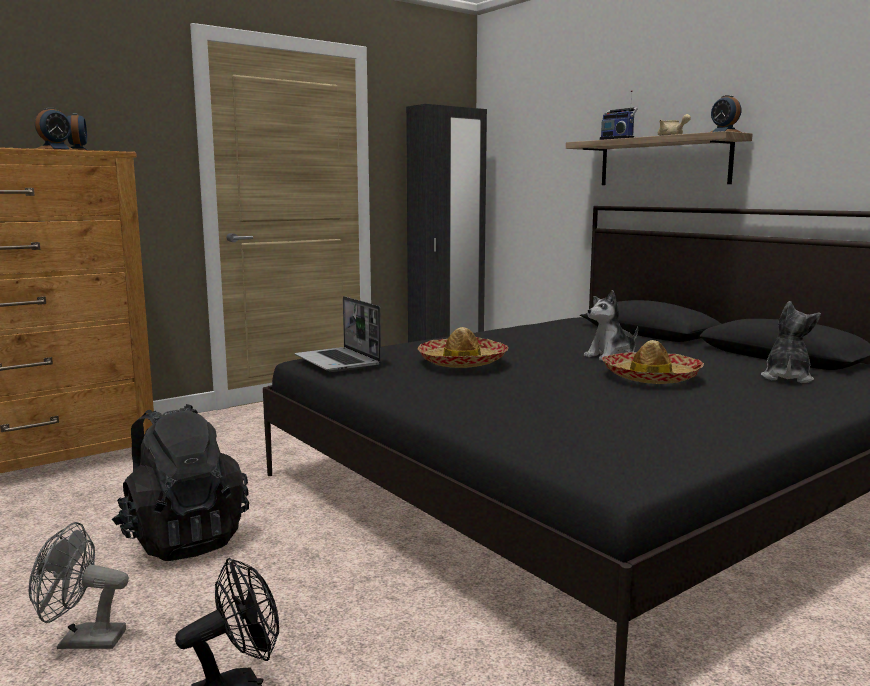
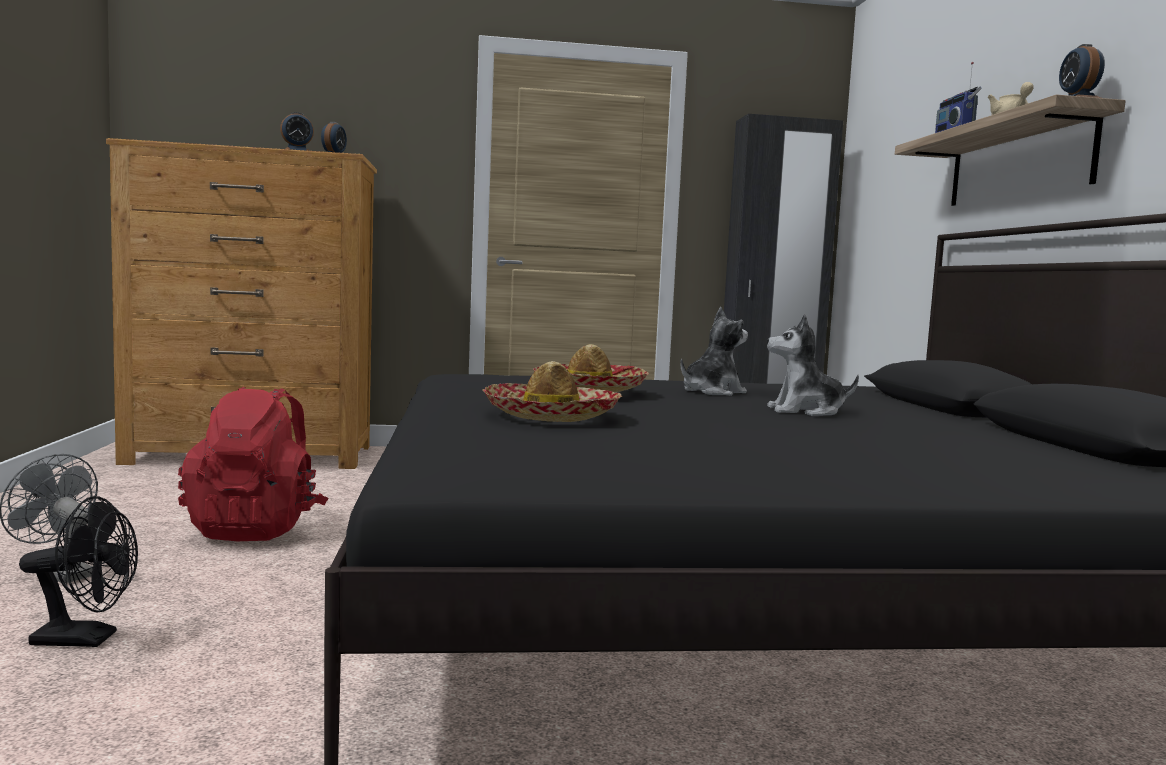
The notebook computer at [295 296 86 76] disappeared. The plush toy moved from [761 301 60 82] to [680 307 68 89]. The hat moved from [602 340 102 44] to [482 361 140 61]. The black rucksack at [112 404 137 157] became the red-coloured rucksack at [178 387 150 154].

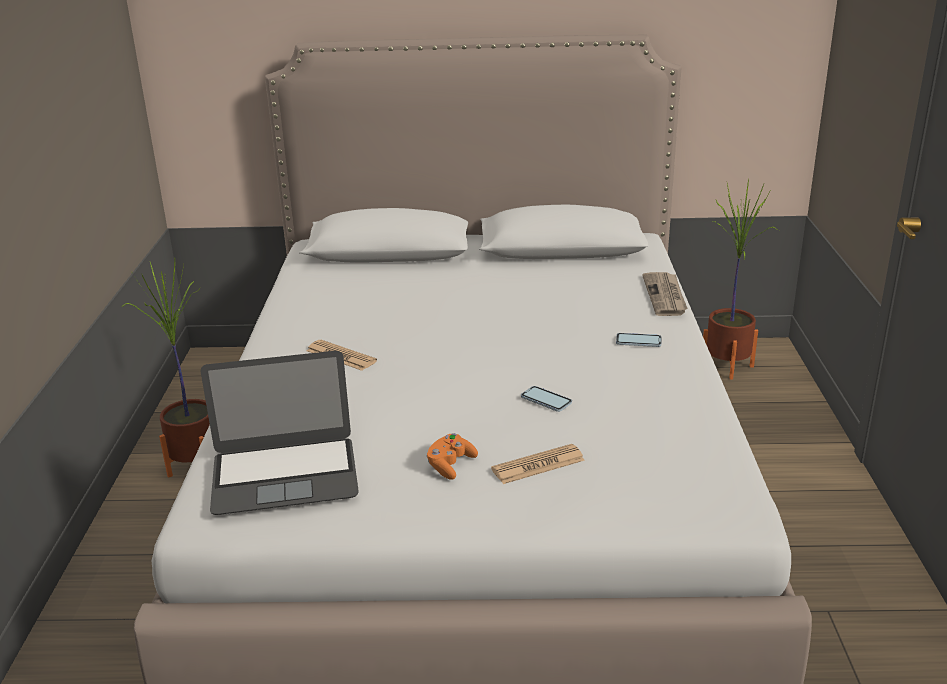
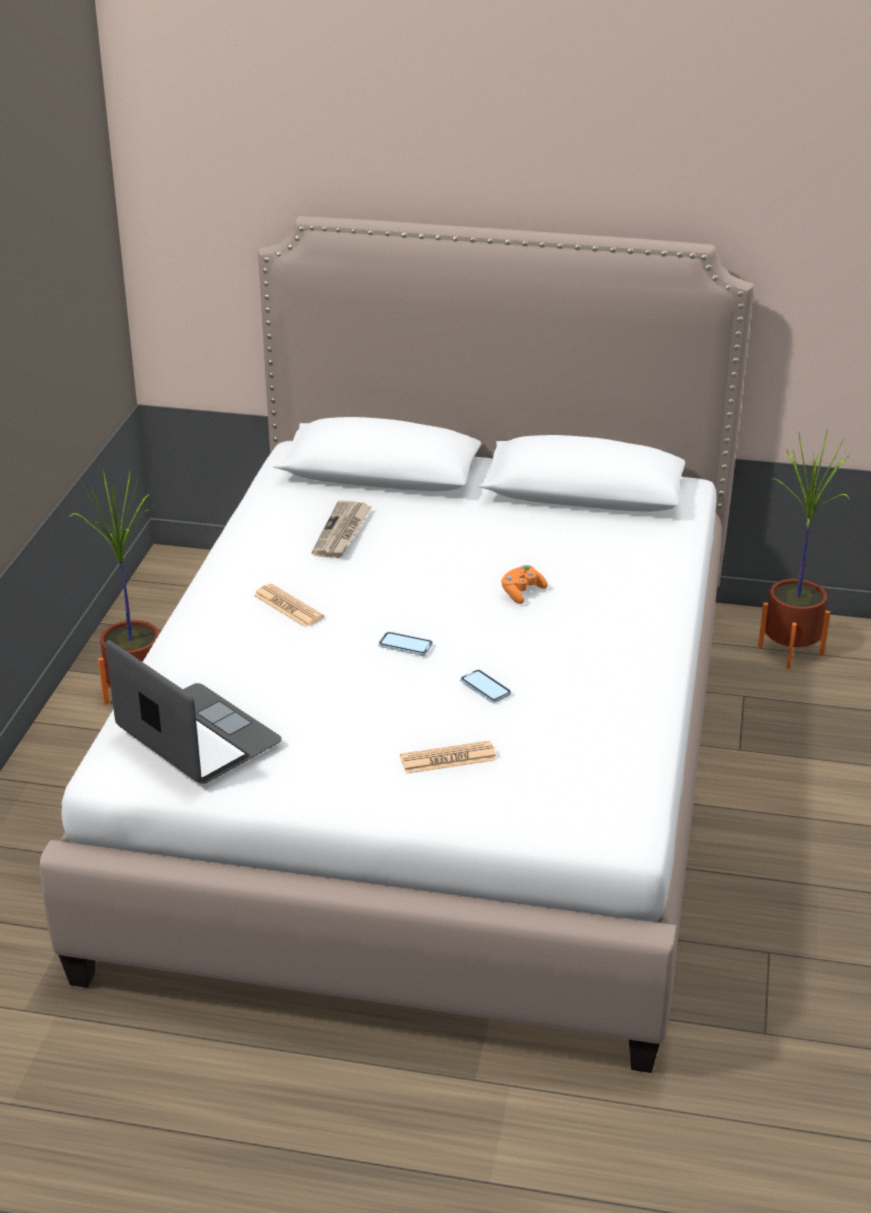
The printed paper moved from [642 272 46 44] to [312 501 60 57]. The handset moved from [616 333 45 14] to [379 632 54 24]. The notebook computer at [201 351 158 164] turned 135 degrees counterclockwise. The orange gamepad moved from [427 433 51 47] to [501 565 47 39].

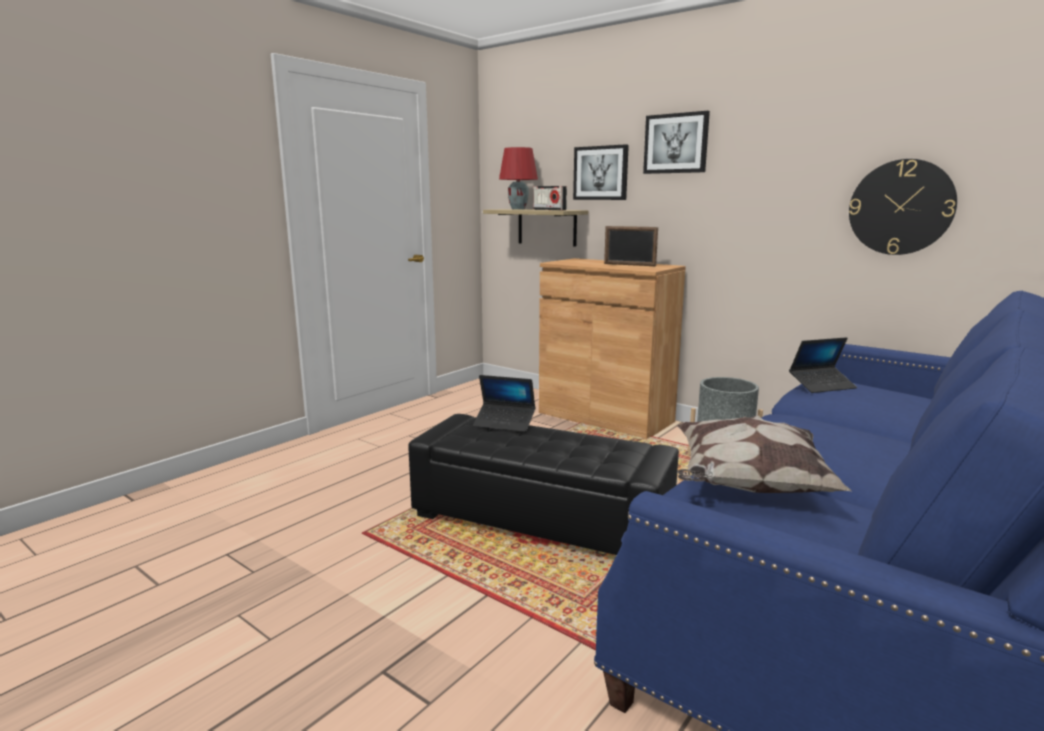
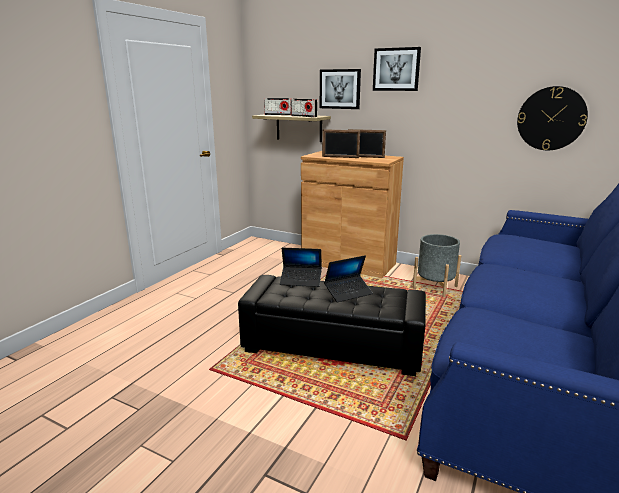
The red-coloured tabletop lamp at [499 147 39 62] was replaced by the radio receiver at [264 98 28 17]. The notebook computer moved from [789 337 68 56] to [324 255 49 48]. The pillow at [677 415 176 78] disappeared. The picture frame at [322 129 38 29] appeared.

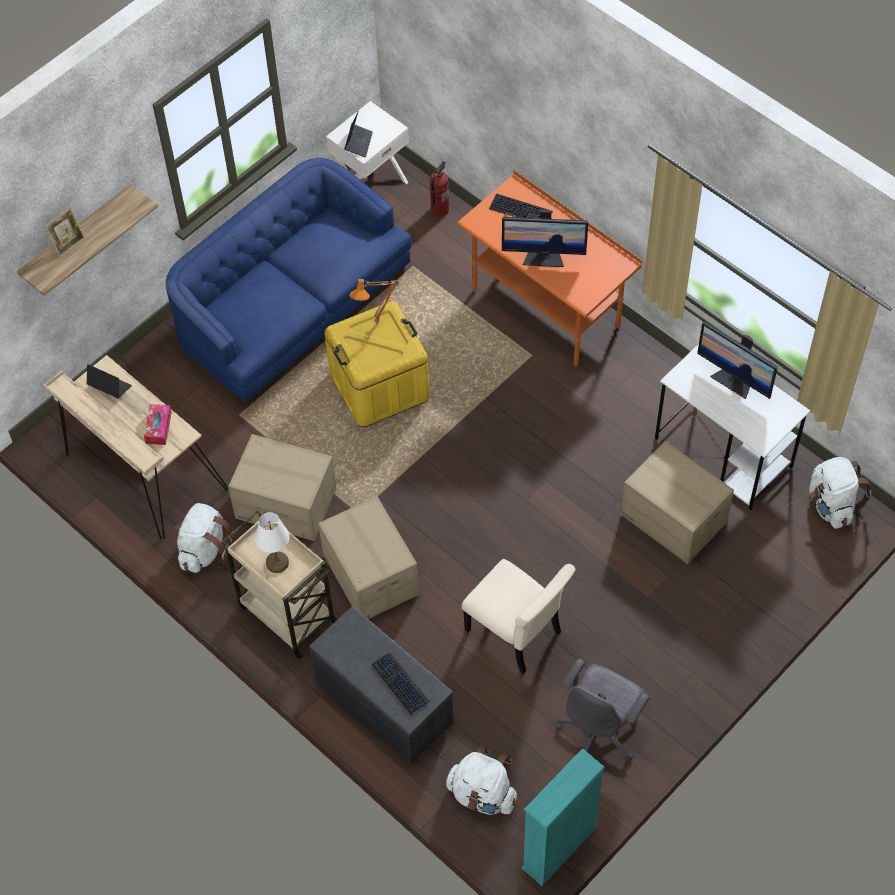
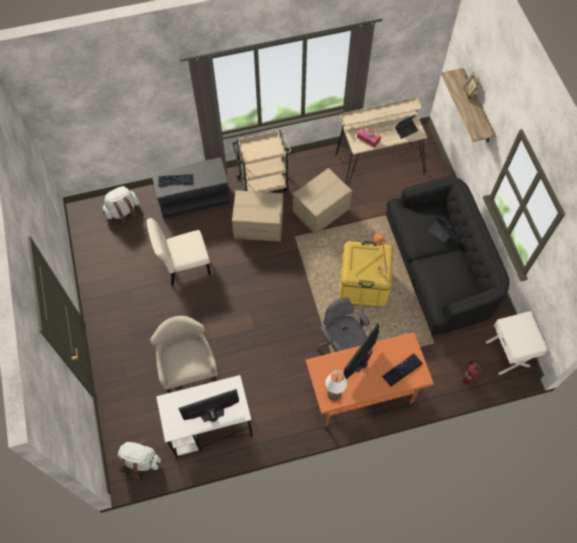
The notebook computer moved from [344 112 29 45] to [428 216 26 27]. The blue sofa at [166 158 246 248] became the black sofa at [386 177 123 159]. The packing box at [621 441 113 123] was replaced by the beige stool at [150 316 68 77]. The white rucksack at [175 503 62 70] disappeared. The white tabletop lamp moved from [255 512 34 61] to [325 370 22 30]. The gray desk chair moved from [556 658 94 104] to [318 297 52 55]. The blue-green shelving unit at [521 748 84 138] disappeared.

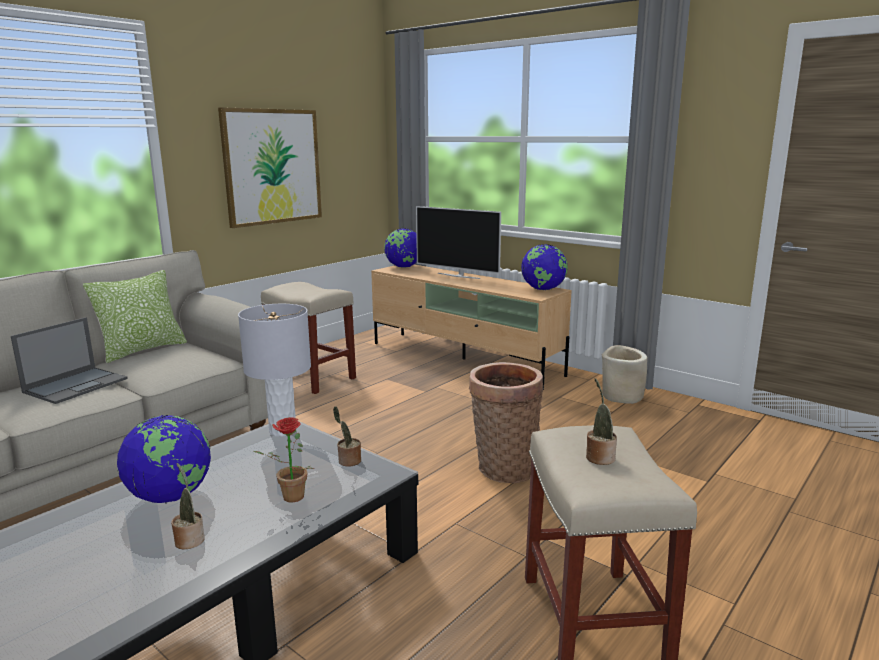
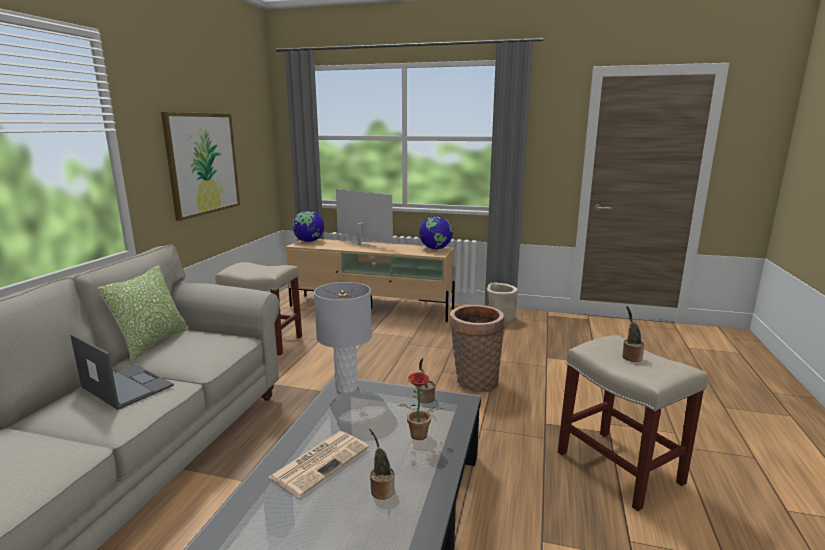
The television at [416 206 85 73] turned 150 degrees counterclockwise. The notebook computer at [11 317 117 87] turned 60 degrees counterclockwise. The globe at [117 415 94 89] was replaced by the printed paper at [269 431 100 66].

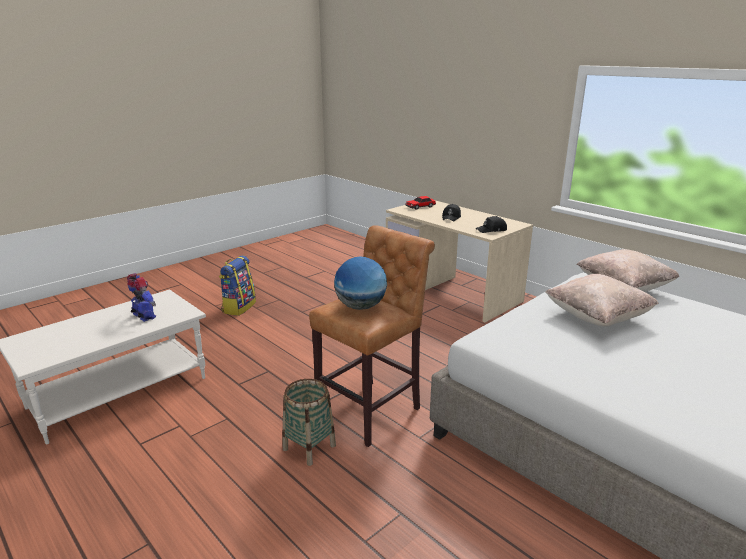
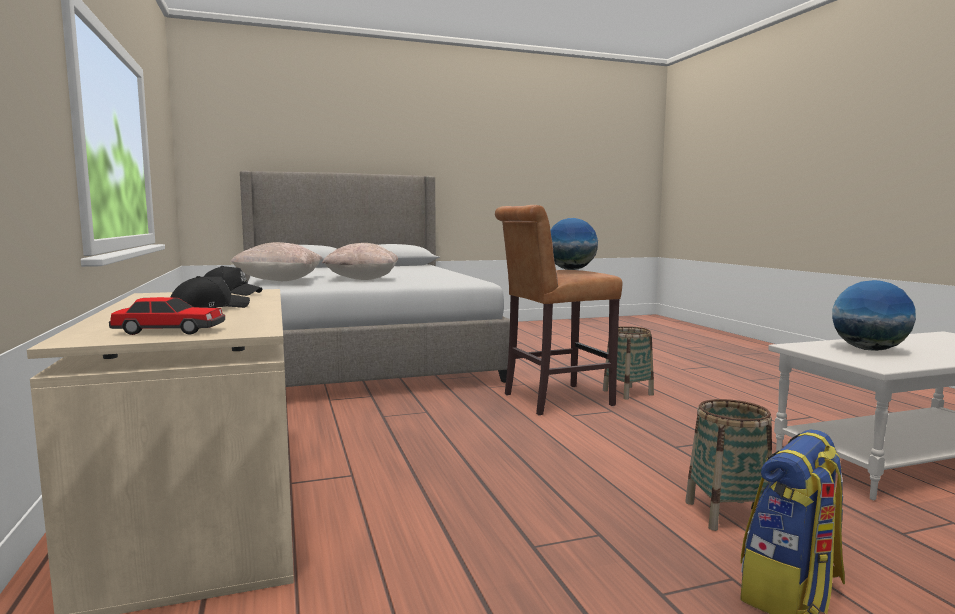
The robot figure at [127 273 29 49] was replaced by the globe at [832 280 84 71]. The basket at [685 399 87 132] appeared.

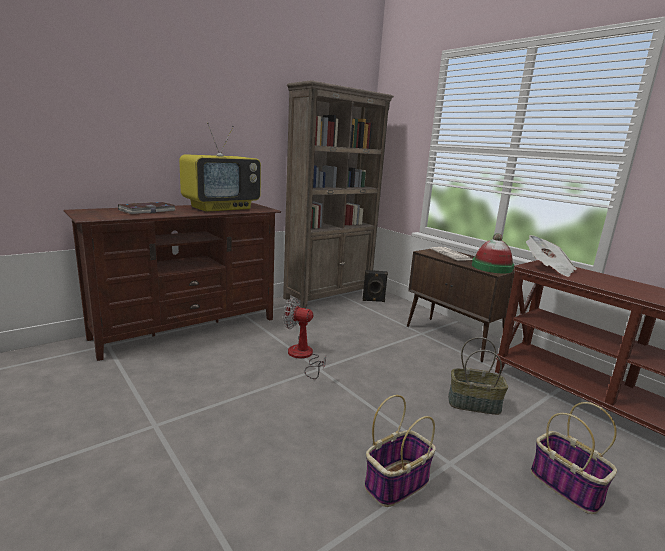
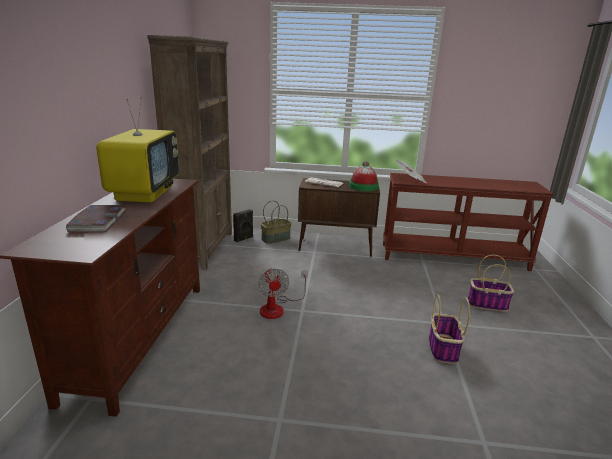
The cooling fan at [283 298 43 81] turned 75 degrees counterclockwise. The basket moved from [448 337 60 78] to [261 200 30 44].

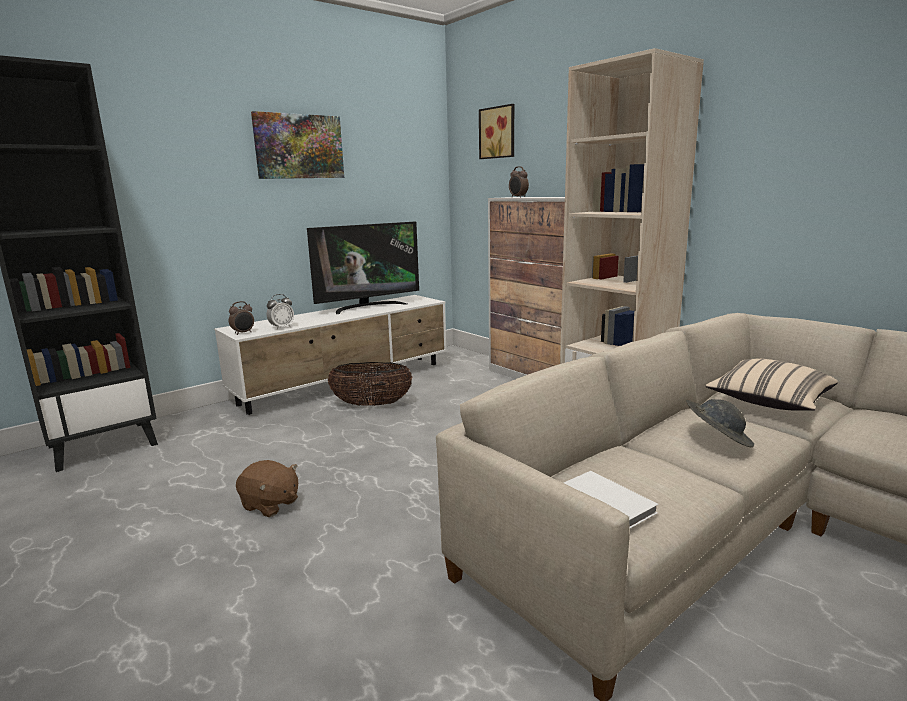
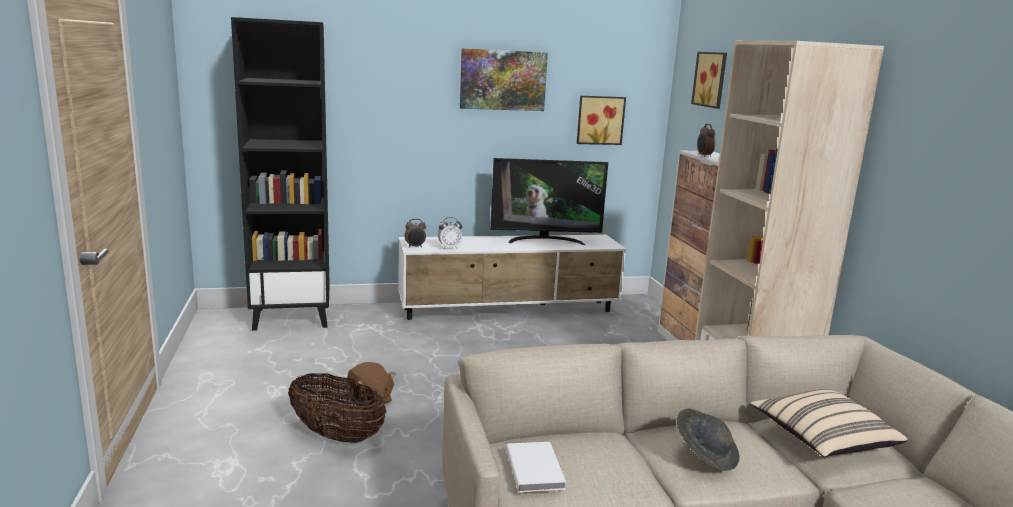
The basket moved from [328 362 85 44] to [288 373 98 70]. The wall picture at [577 96 49 49] appeared.

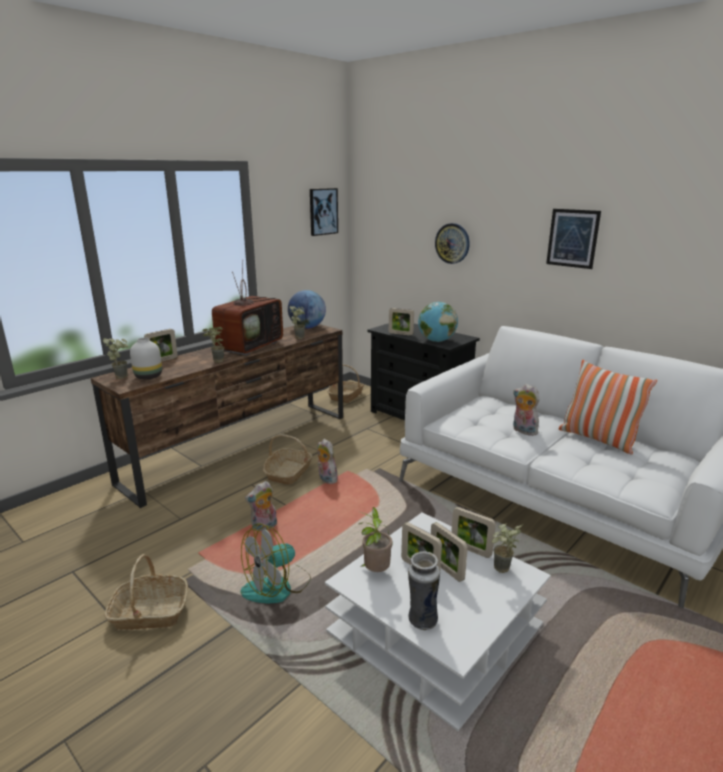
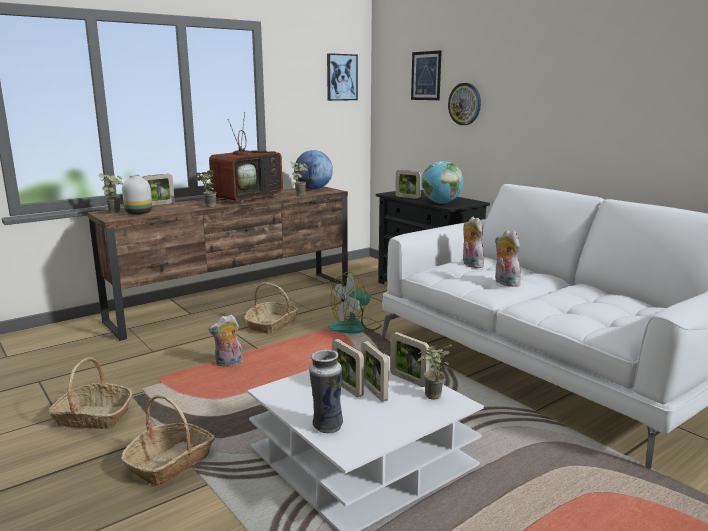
The wall picture moved from [546 209 55 60] to [411 50 31 50]. The pillow at [559 360 98 95] disappeared. The basket moved from [327 365 37 38] to [121 395 94 92]. The plush toy moved from [317 439 21 45] to [463 217 21 51]. The plant in a pot at [359 507 34 65] disappeared. The cooling fan moved from [240 523 71 81] to [328 272 53 62].

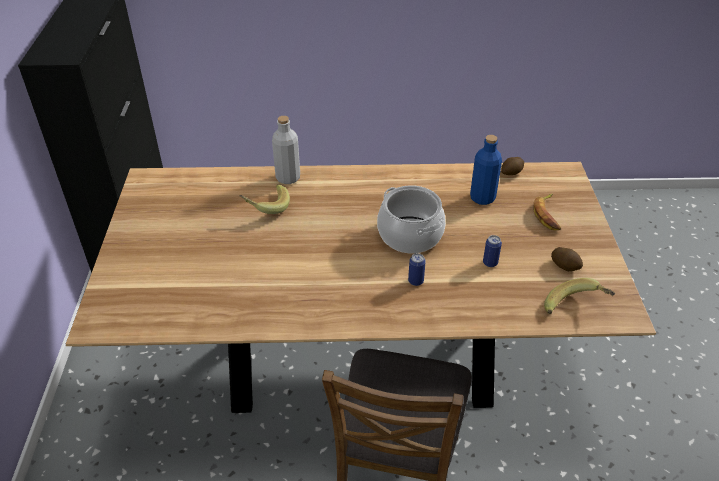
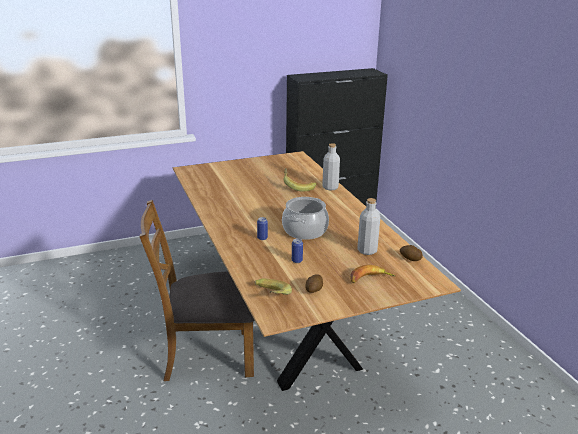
The blue drink bottle at [470 135 32 70] became the gray drink bottle at [357 198 23 57].

